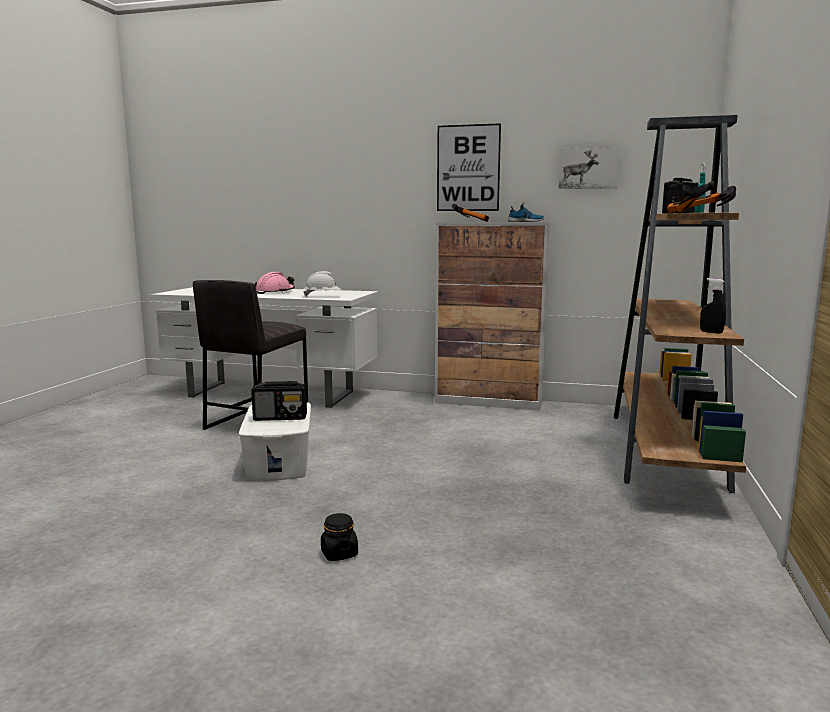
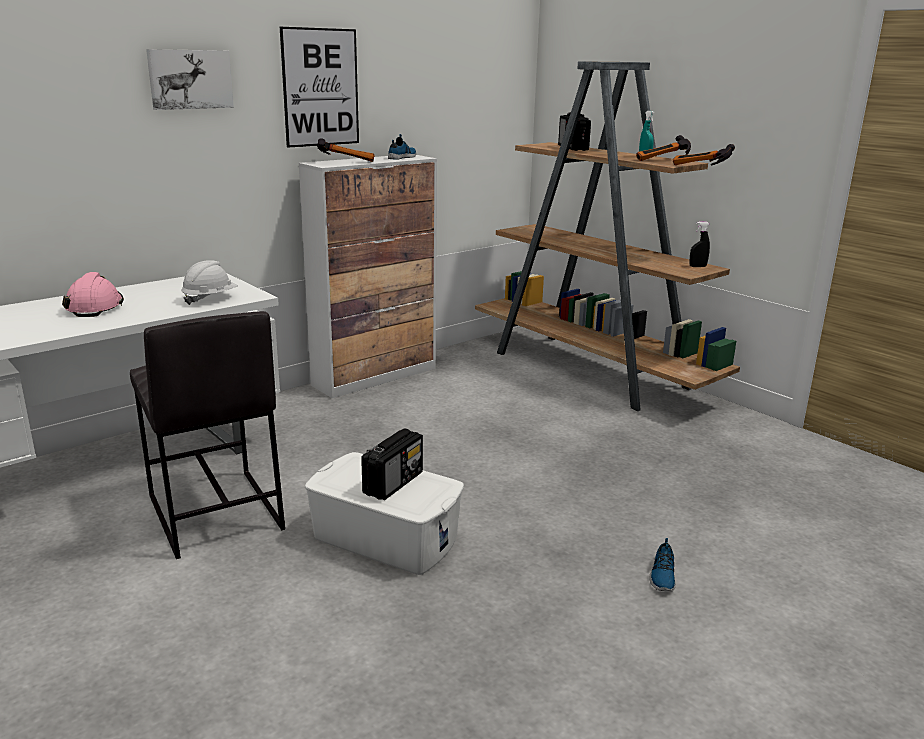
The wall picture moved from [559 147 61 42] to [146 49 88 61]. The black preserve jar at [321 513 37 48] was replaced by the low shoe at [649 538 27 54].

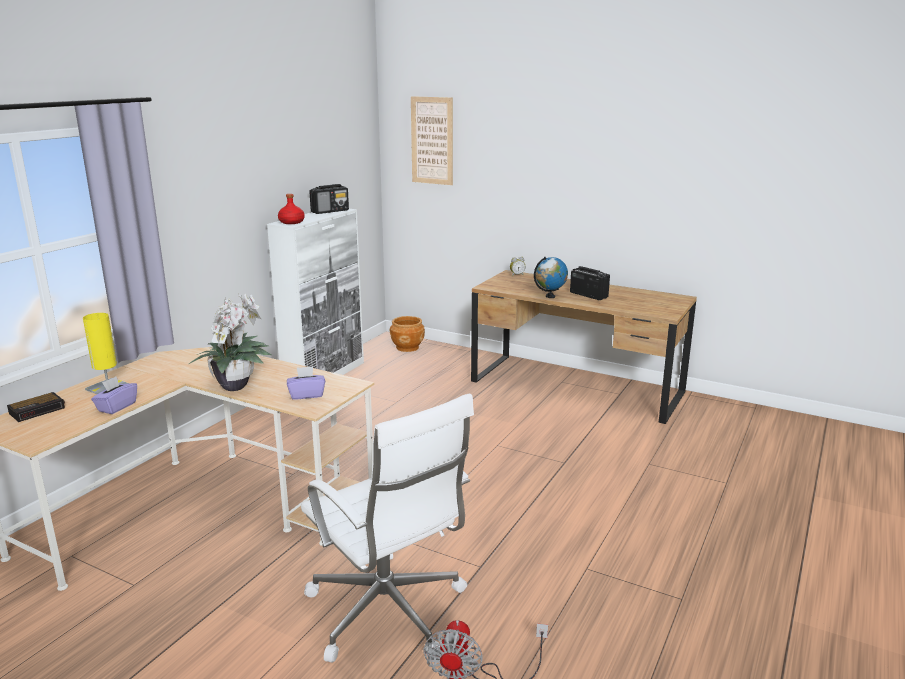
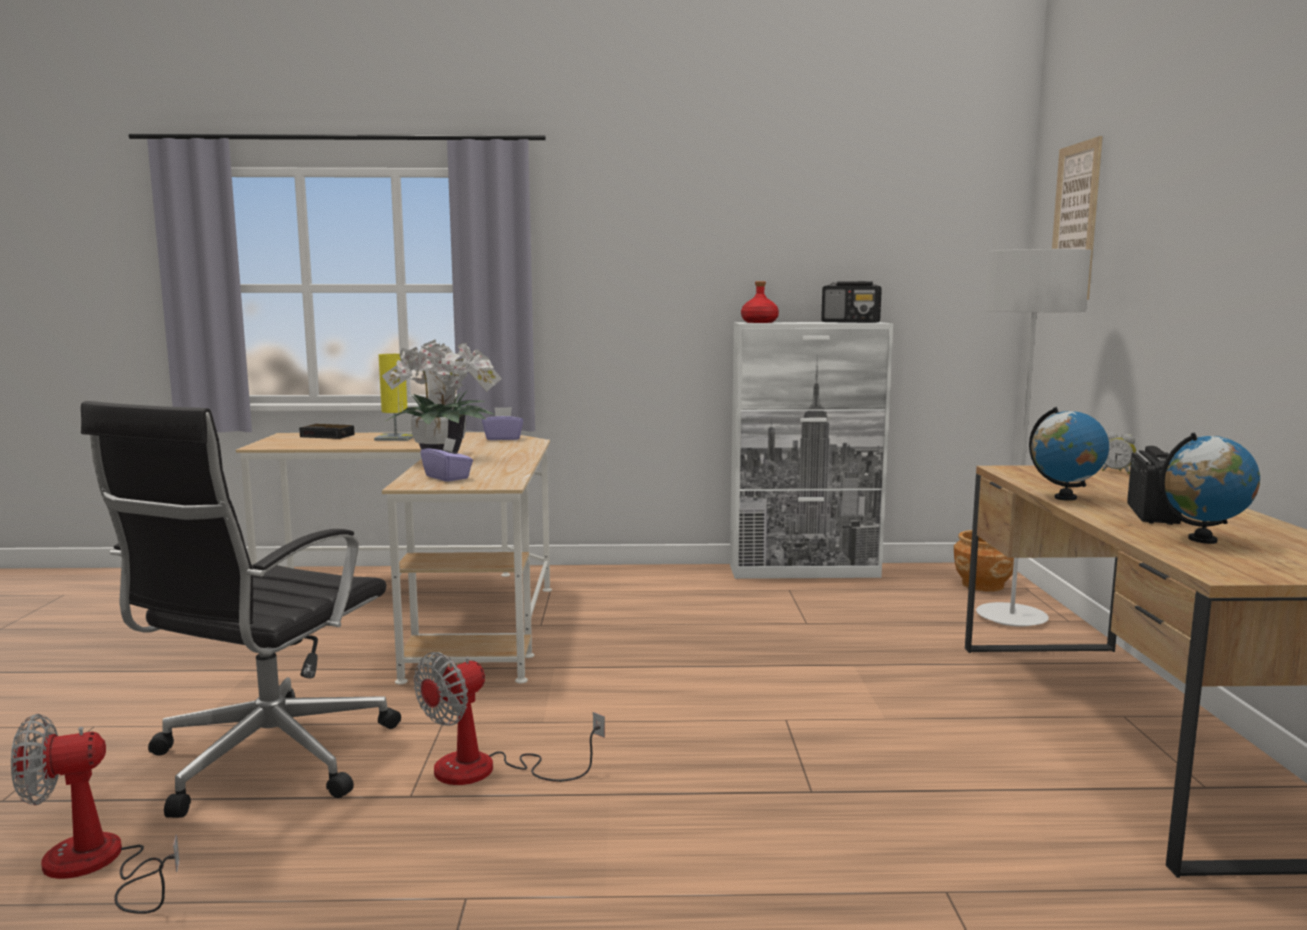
The purplish tissue box moved from [91 376 46 38] to [482 407 41 33]. The white desk chair at [301 393 173 270] became the black desk chair at [81 401 320 417]. The gray standing lamp at [976 249 115 378] appeared. The globe at [1160 433 100 111] appeared. The cooling fan at [414 652 191 133] appeared.

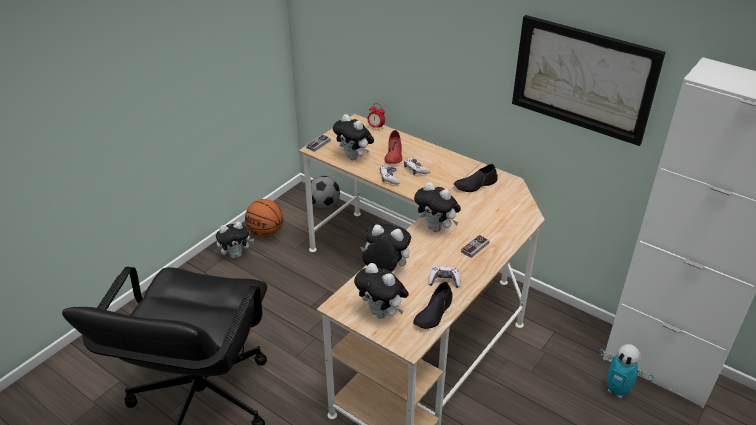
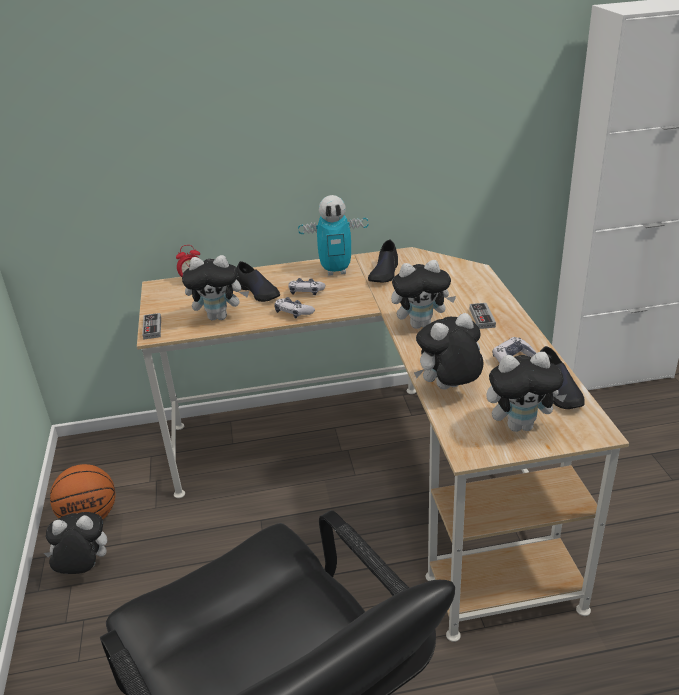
The wall picture at [512 15 154 131] disappeared. The red-coloured low shoe at [384 130 18 34] became the black low shoe at [237 261 43 41]. The football at [311 176 29 33] disappeared. The plush toy at [216 222 38 36] turned 120 degrees counterclockwise. The robot figure moved from [599 344 54 54] to [298 195 70 81].

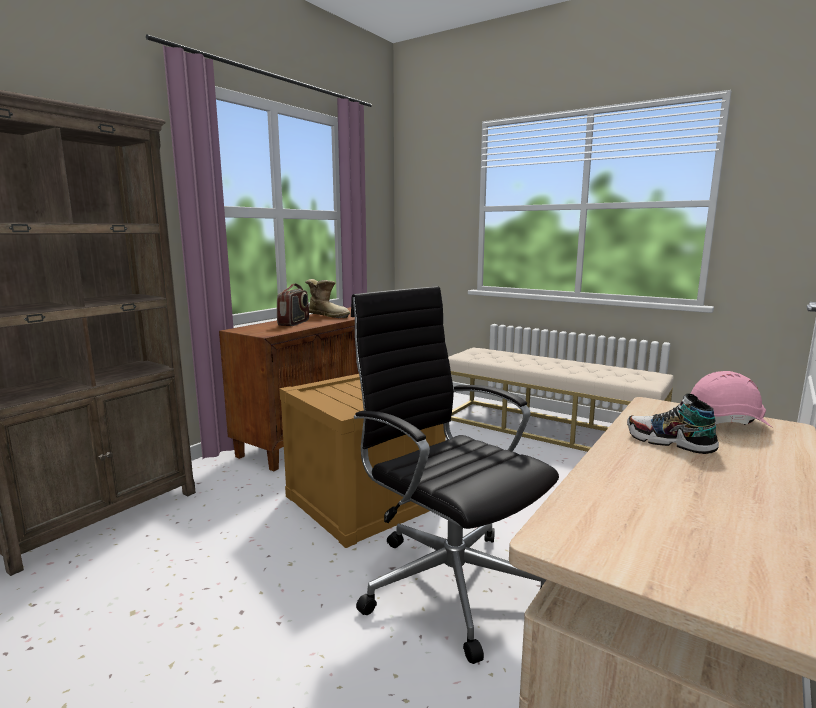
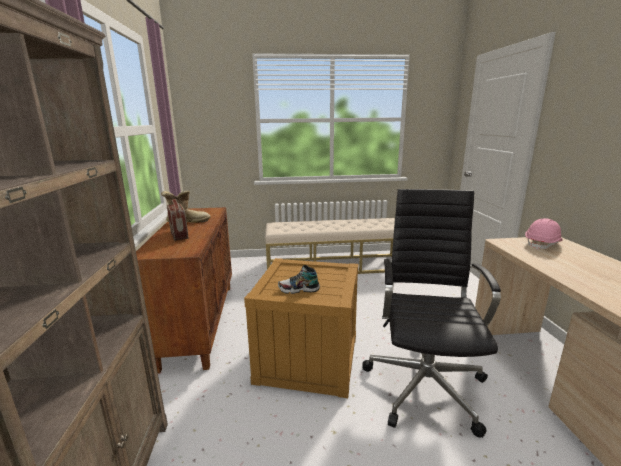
The black desk chair at [351 286 208 378] turned 90 degrees clockwise. The low shoe moved from [627 394 92 60] to [278 265 42 29].

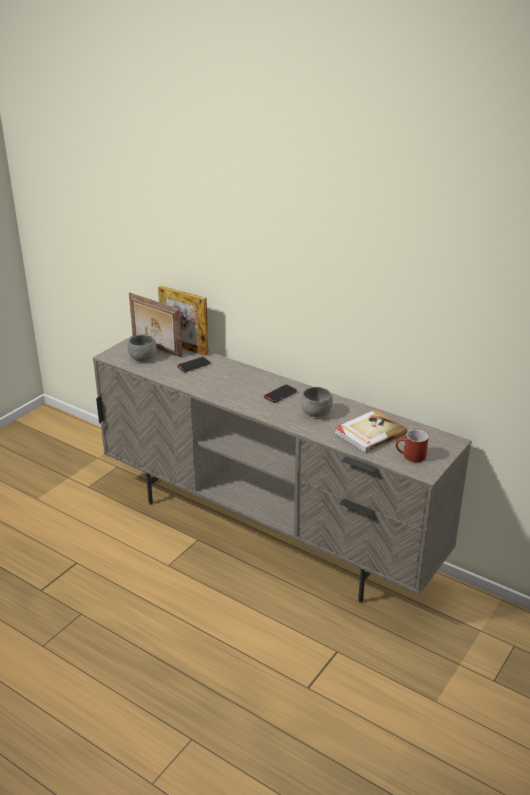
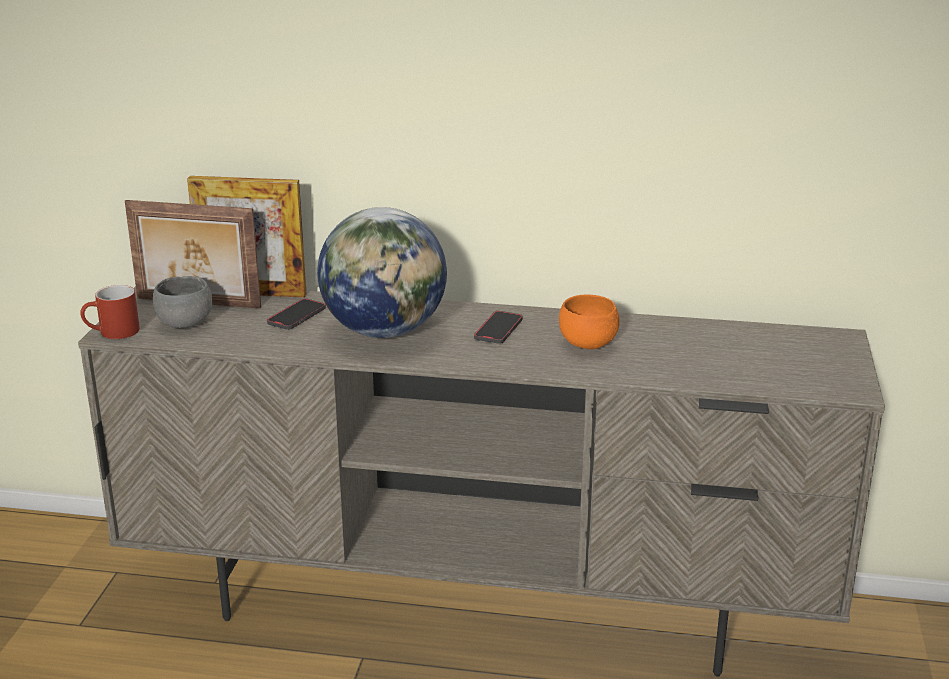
The gray deep dish at [301 387 32 30] became the orange deep dish at [559 295 61 54]. The bound book at [335 409 72 44] disappeared. The red-coloured coffee mug moved from [396 430 33 32] to [80 285 60 54]. The globe at [317 207 130 131] appeared.

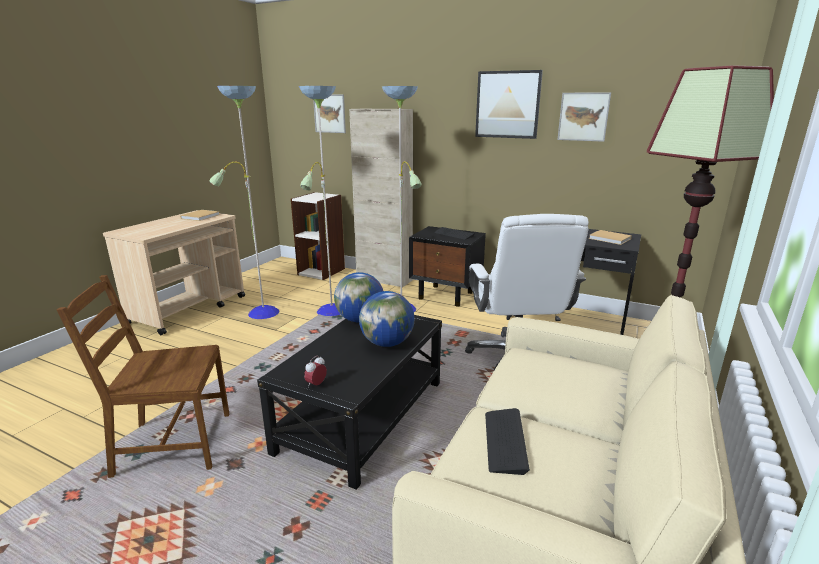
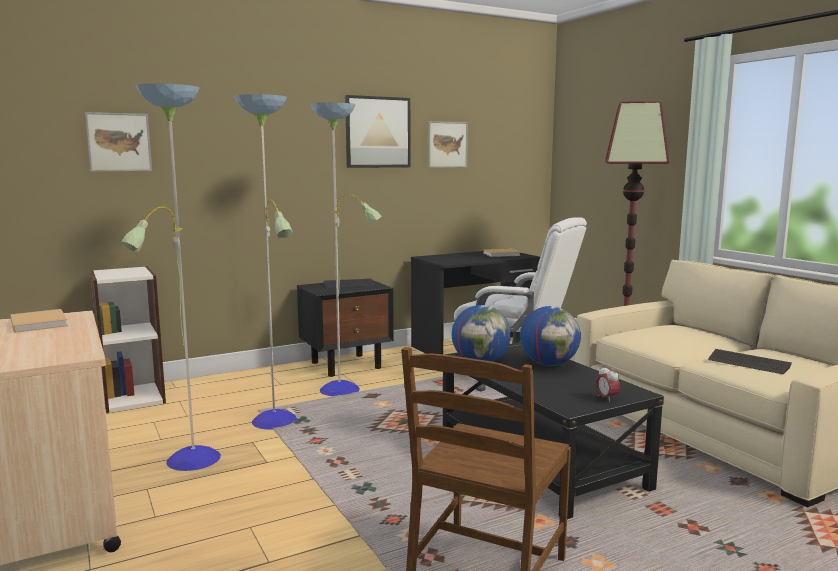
The beige cupboard at [349 109 64 179] disappeared.

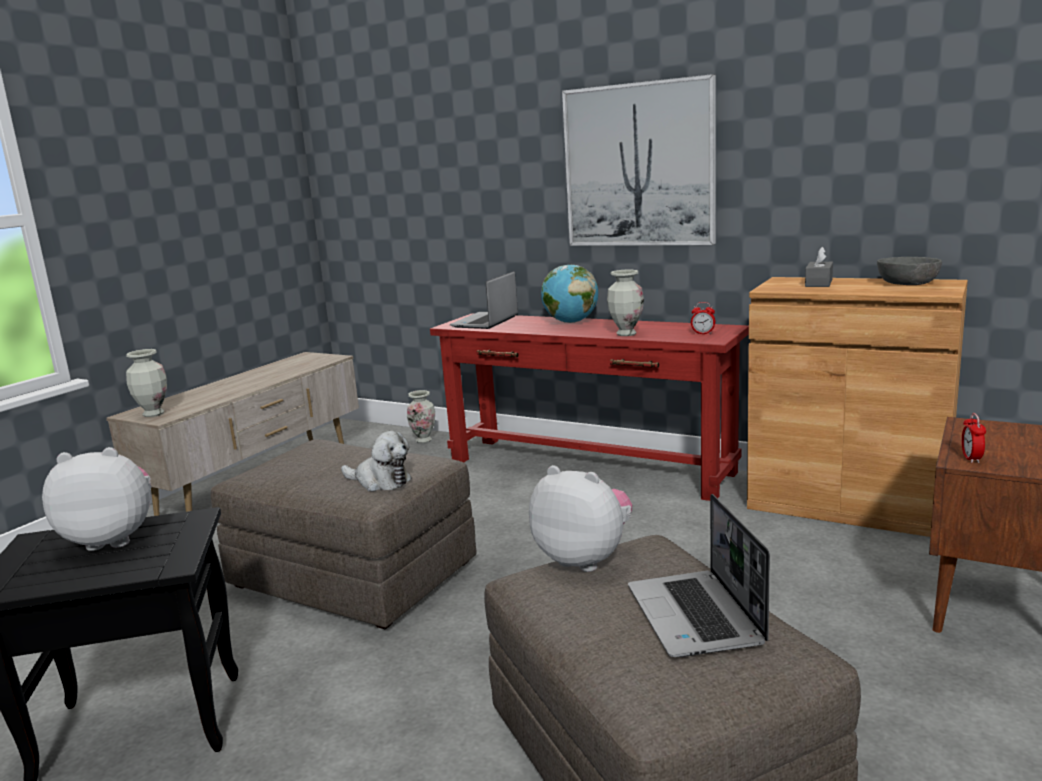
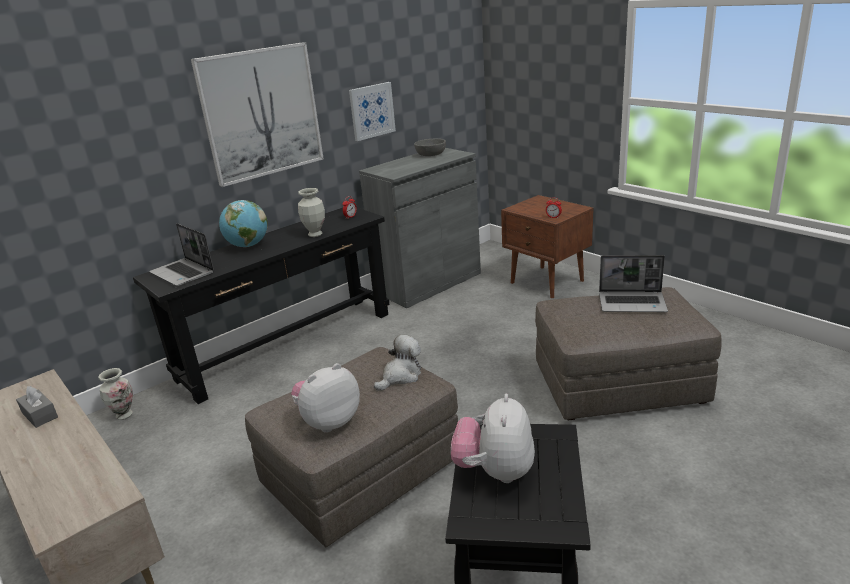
The gray tissue box moved from [805 247 28 40] to [16 386 42 42]. The brown-coloured cupboard at [747 277 221 260] became the gray cupboard at [359 148 122 160]. The red-coloured hall table at [430 313 319 188] became the black hall table at [133 208 256 196]. The vase at [126 349 41 68] disappeared. The plush toy moved from [529 465 103 107] to [291 363 69 70]. The wall picture at [349 82 47 59] appeared.

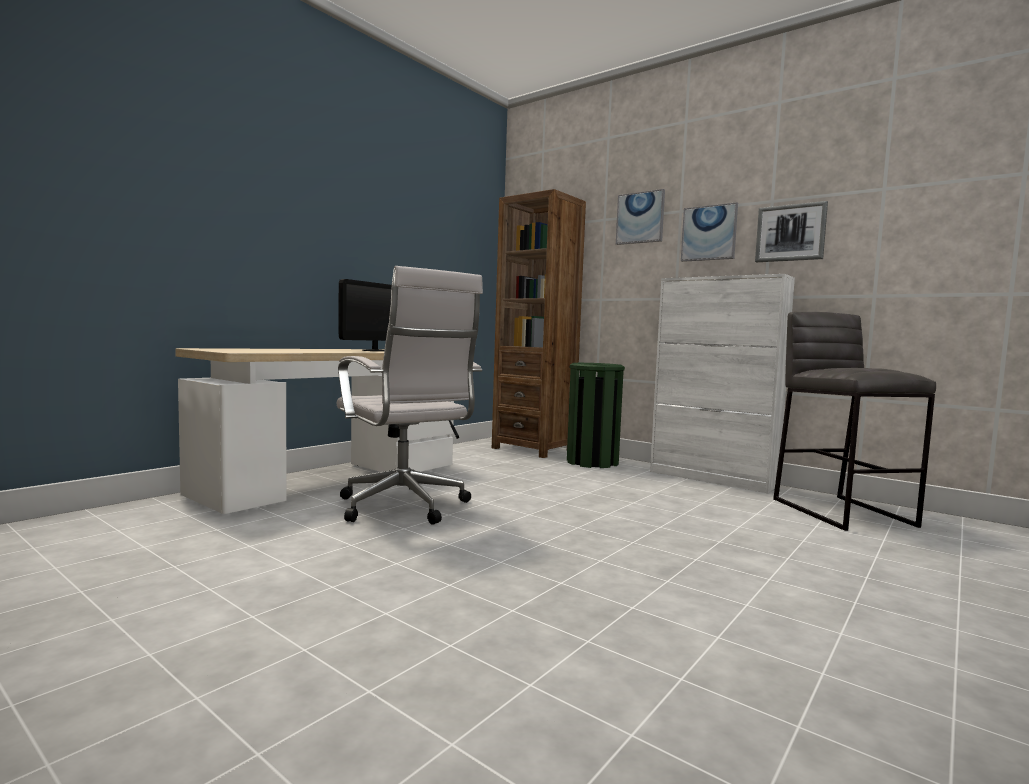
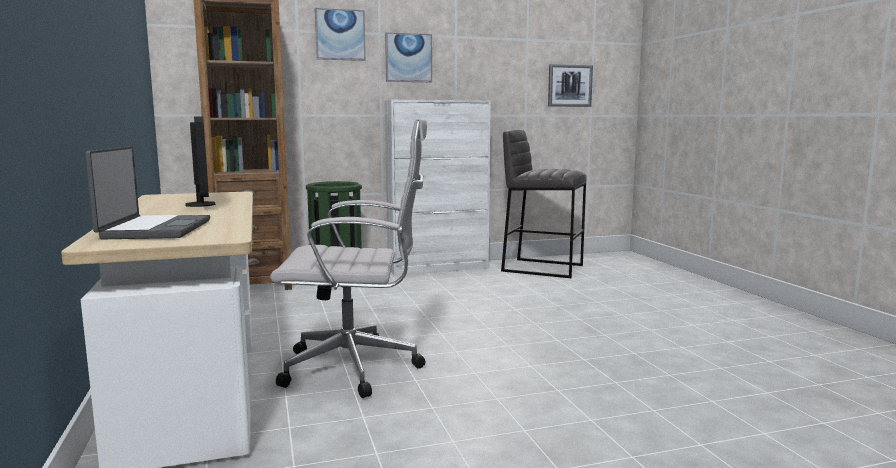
The wall picture moved from [755 201 73 61] to [548 64 45 43]. The notebook computer at [85 146 125 93] appeared.

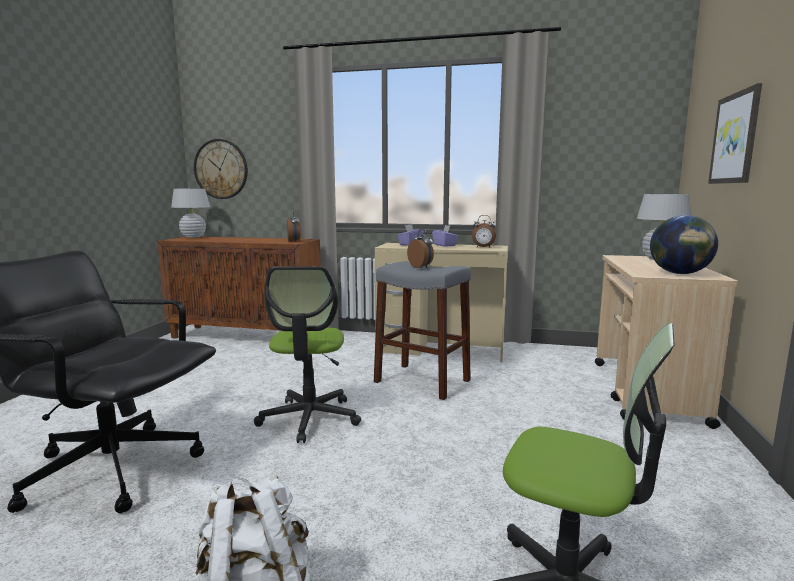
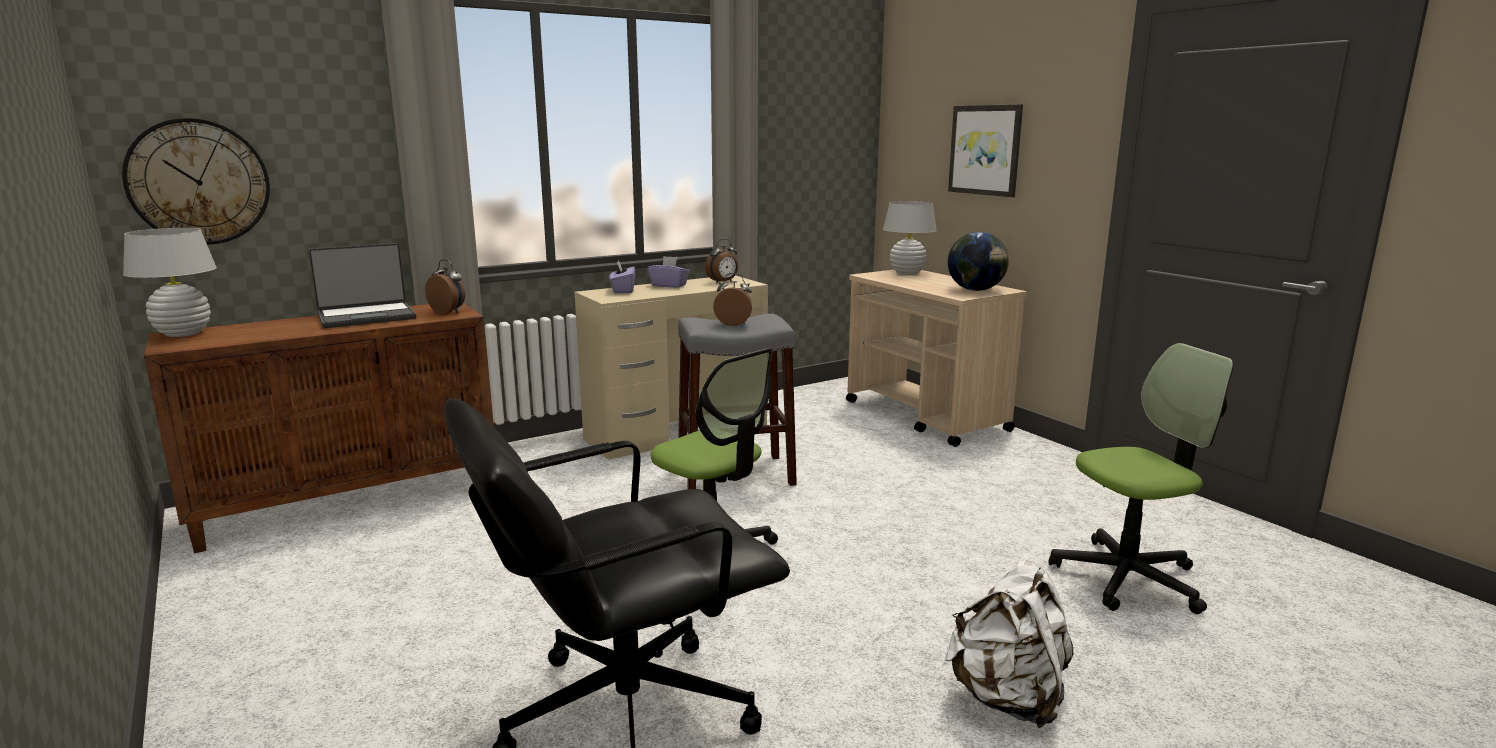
The notebook computer at [308 243 108 85] appeared.

